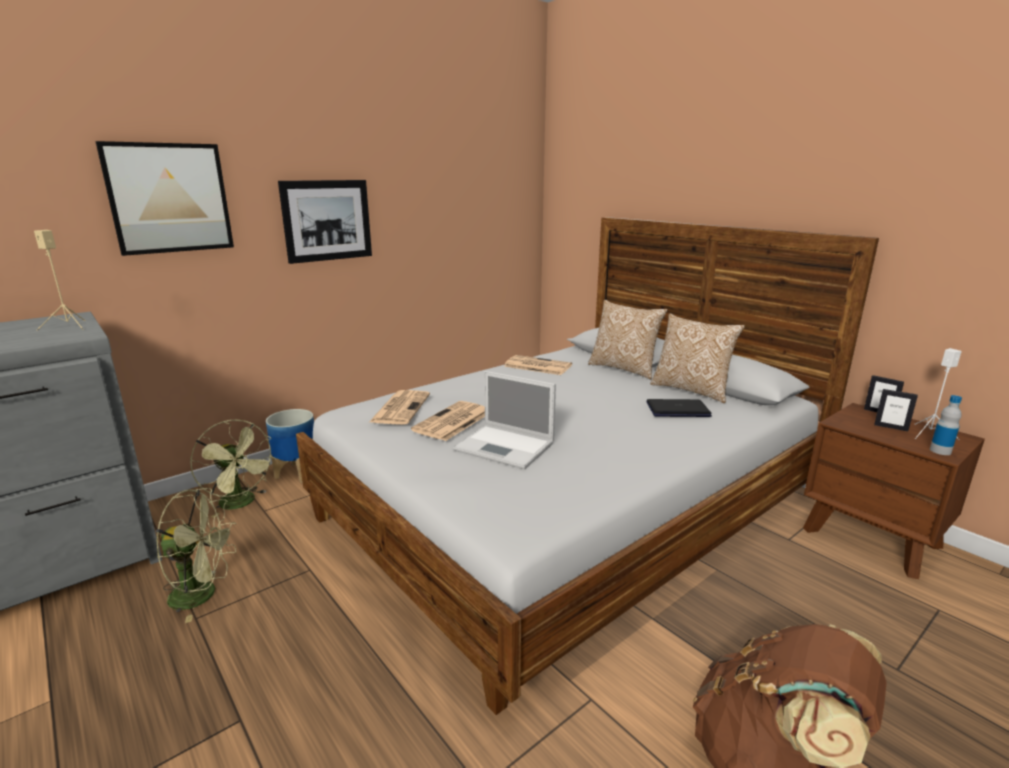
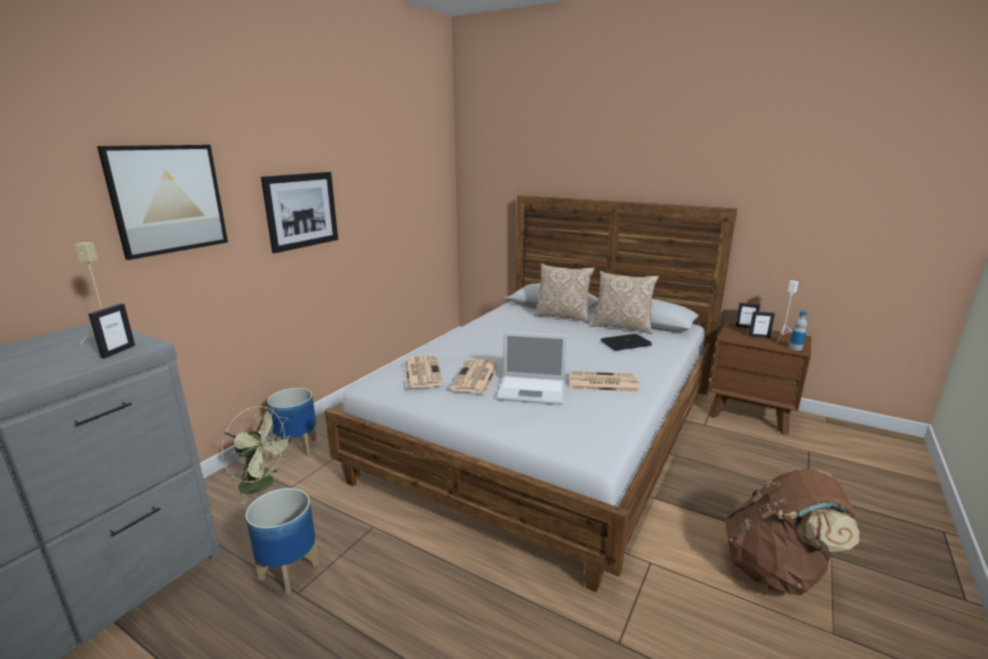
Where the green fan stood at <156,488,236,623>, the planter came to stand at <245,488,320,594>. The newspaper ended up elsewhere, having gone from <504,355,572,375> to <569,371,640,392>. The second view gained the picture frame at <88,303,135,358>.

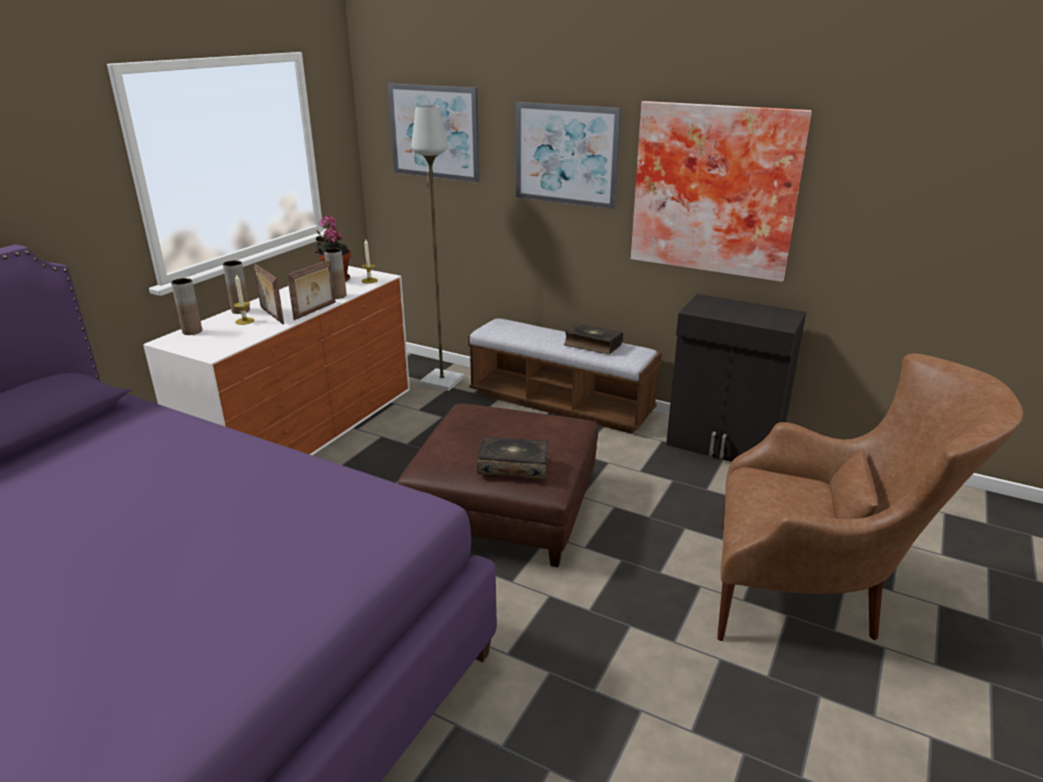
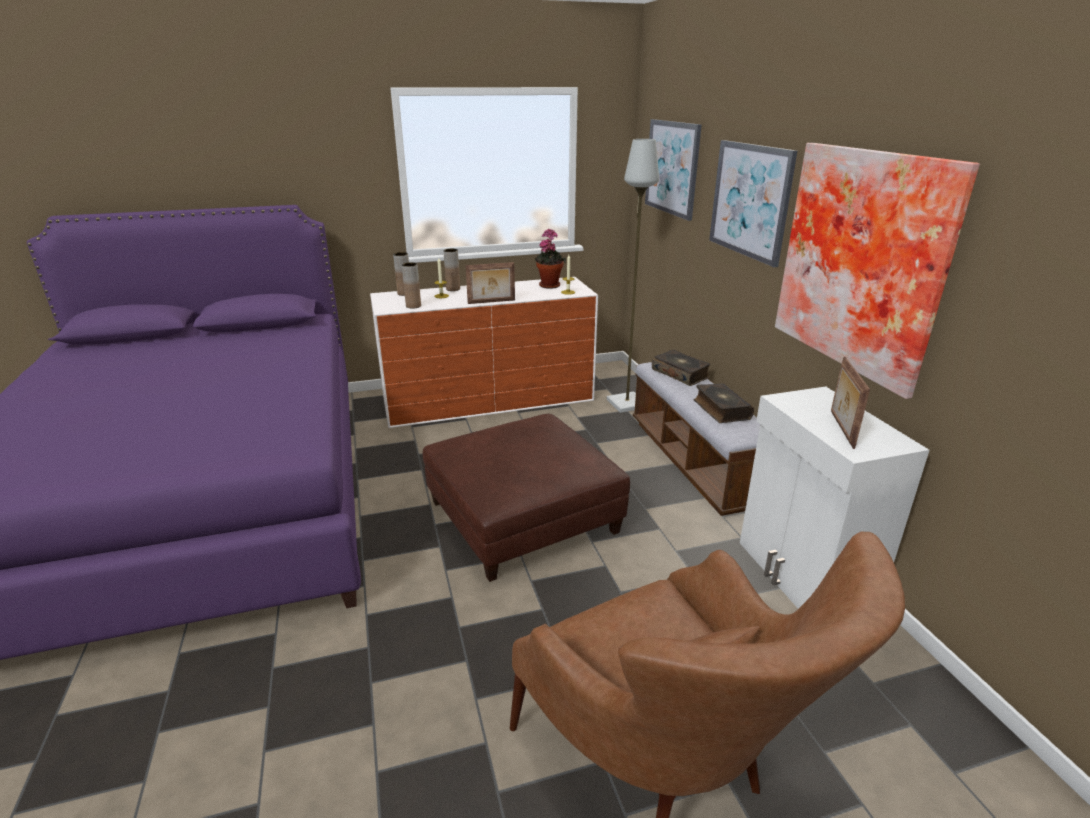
The picture frame ended up elsewhere, having gone from <254,264,284,324> to <831,357,870,449>. The brown vase ended up elsewhere, having gone from <324,248,347,299> to <402,262,421,309>. The book ended up elsewhere, having gone from <477,436,549,479> to <652,350,710,386>. What was the black cabinet at <666,294,806,462> turned into the white cabinet at <740,387,930,609>.

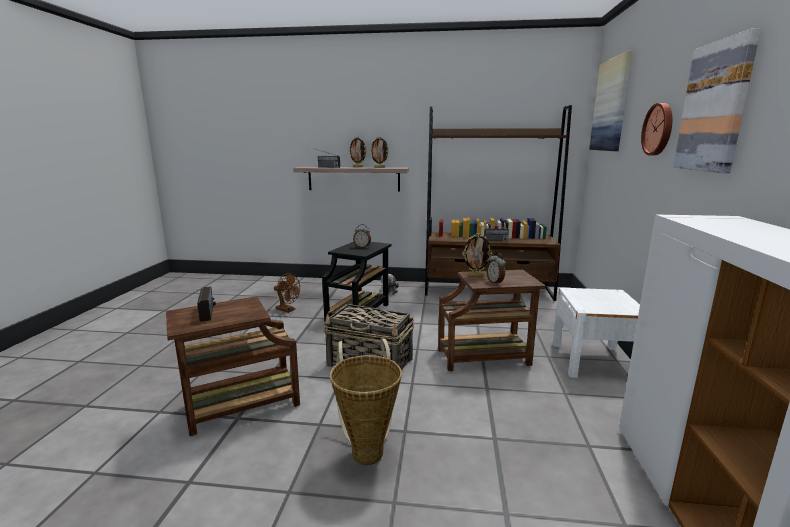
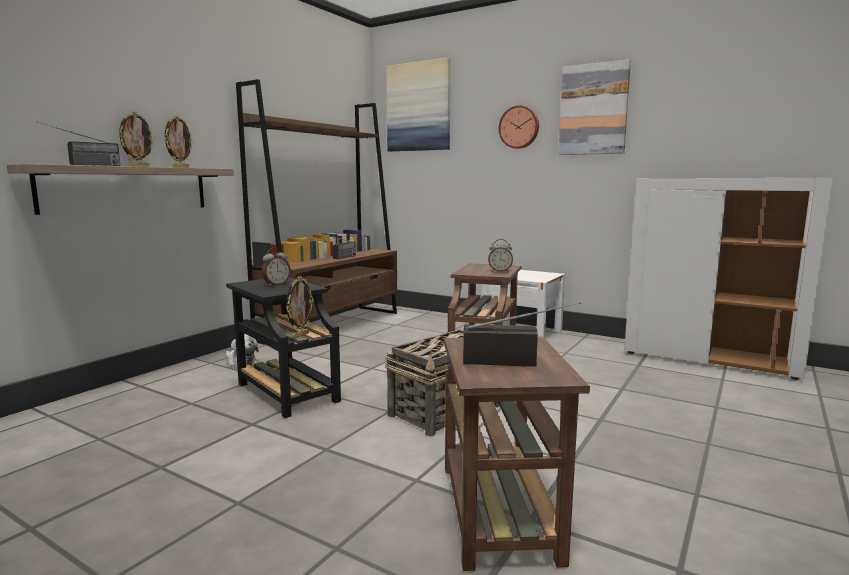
The second view lost the brown fan at <274,273,300,313>. The second view lost the basket at <330,338,402,465>. The picture frame ended up elsewhere, having gone from <463,233,492,277> to <286,276,314,338>.

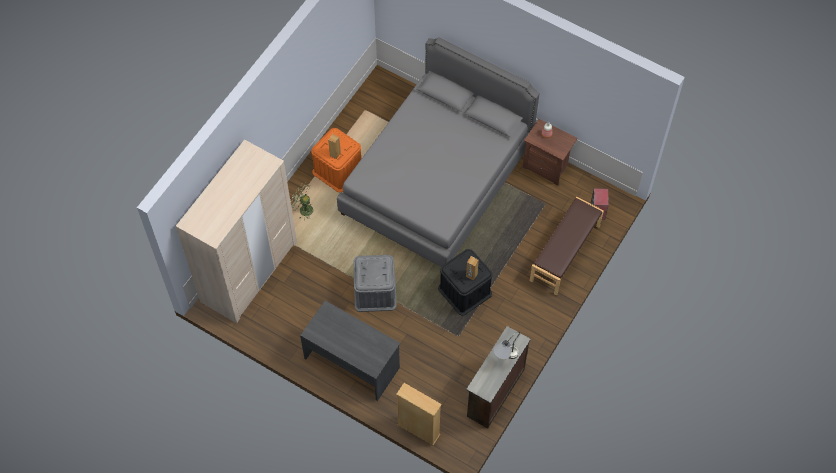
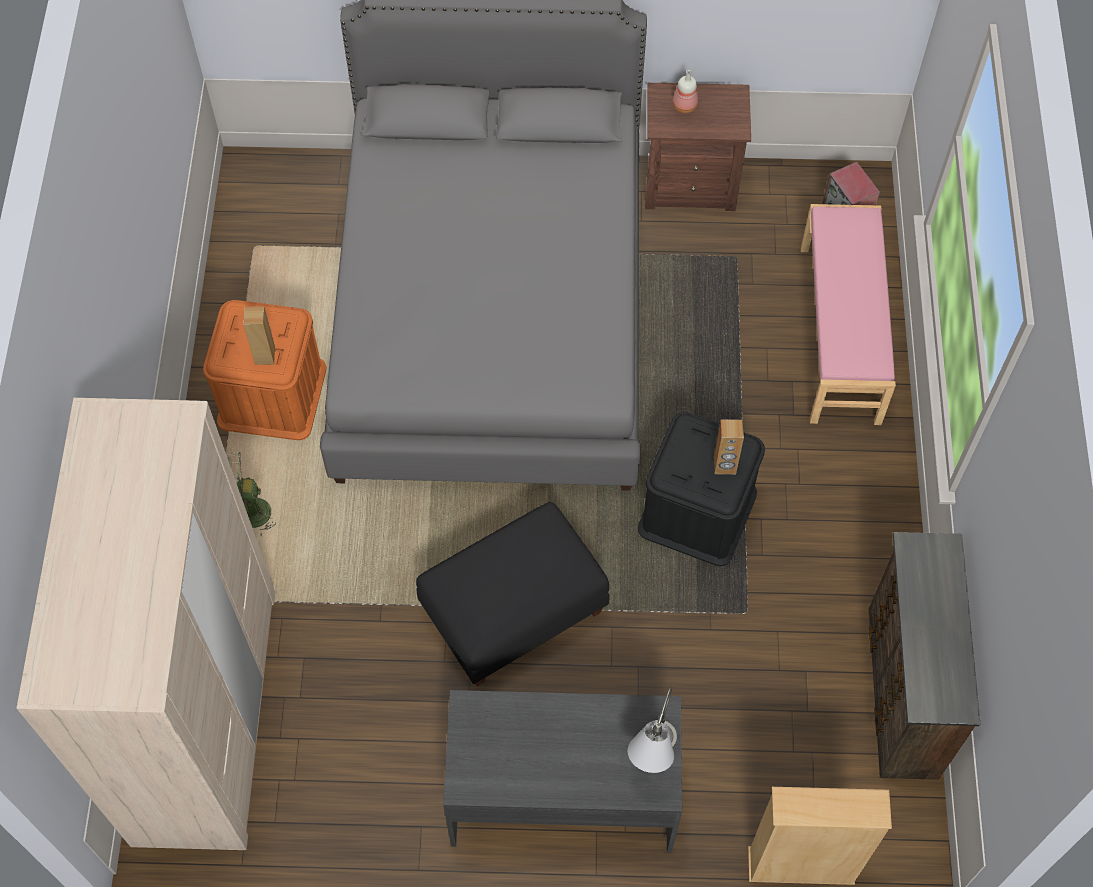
Where the grey storage box stood at <353,255,397,312>, the black ottoman came to stand at <416,502,610,686>. The grey table lamp ended up elsewhere, having gone from <493,331,520,359> to <628,686,677,773>. What was the brown bench at <530,197,604,296> turned into the pink bench at <801,204,896,425>.

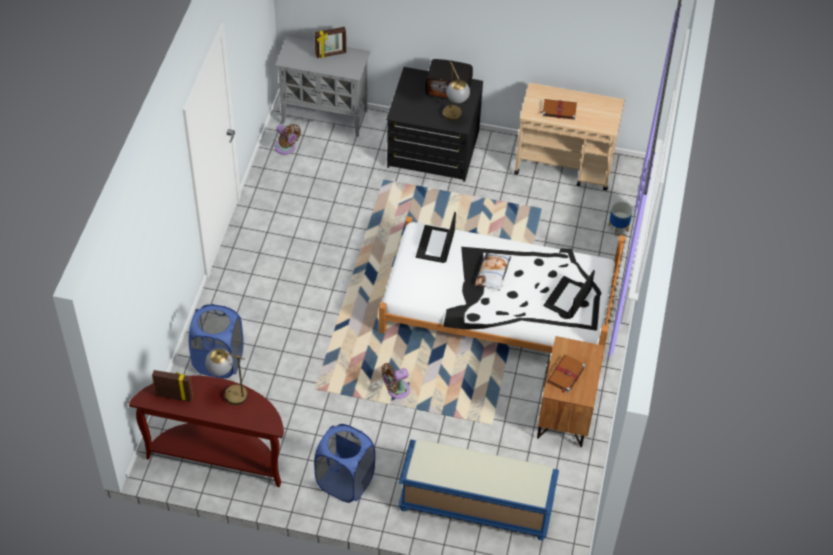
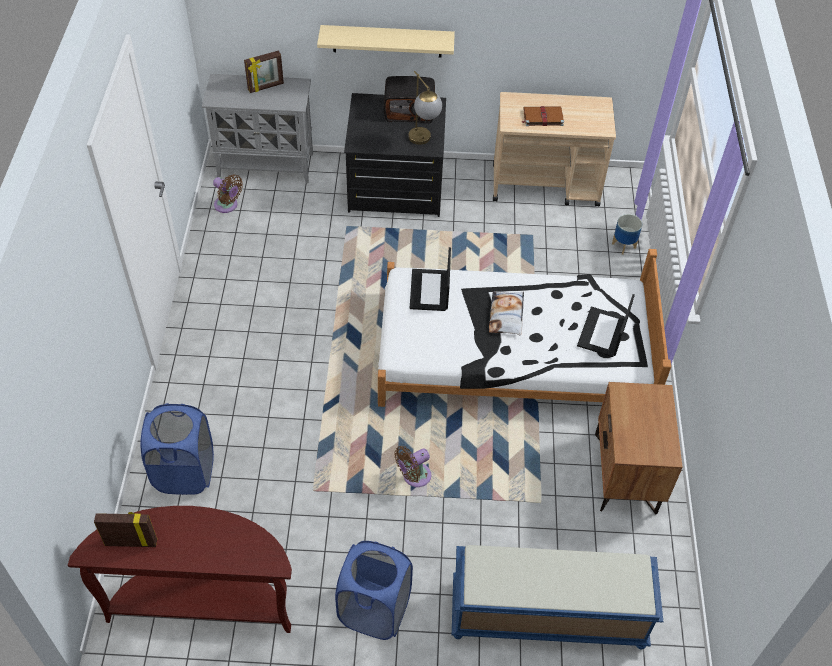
The second view lost the table lamp at <205,348,247,405>. The second view lost the brown book at <547,355,585,393>. The second view gained the beige shelf at <317,25,455,58>.

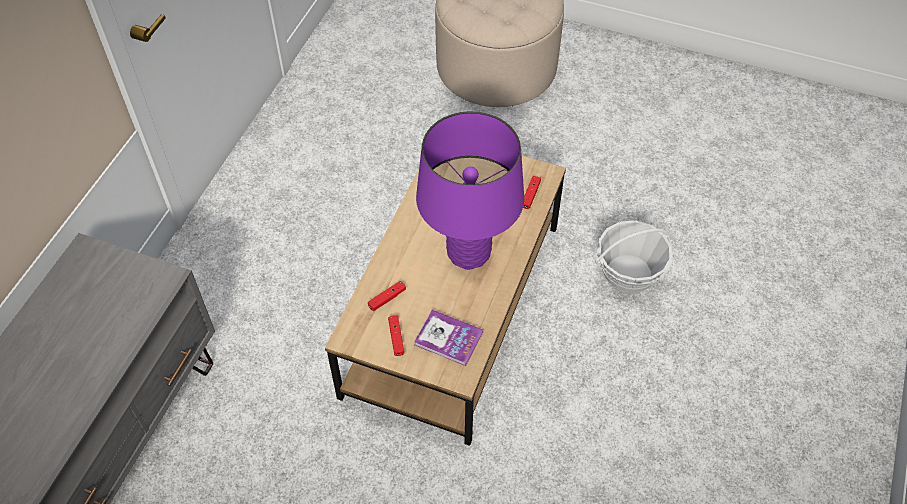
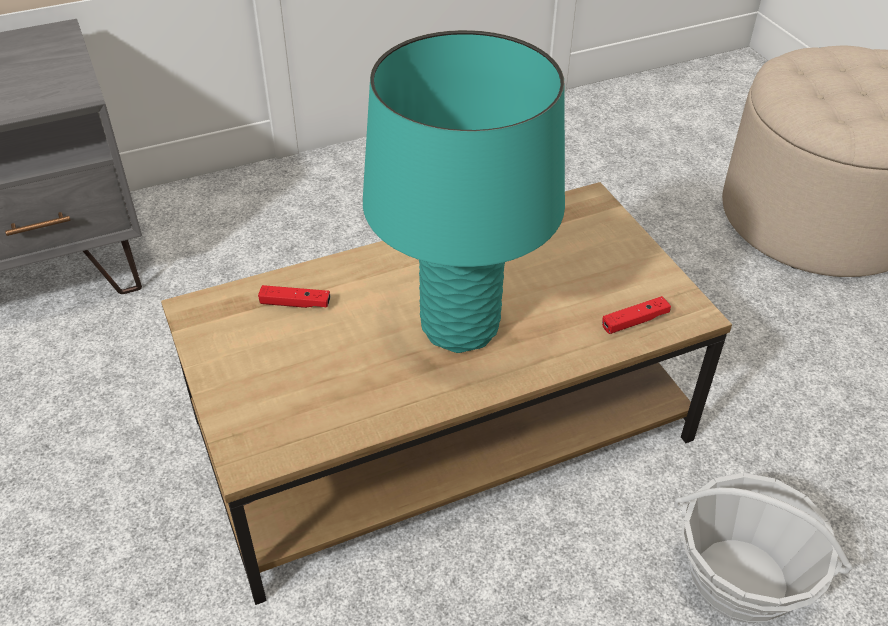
The second view lost the red game controller at <388,315,404,356>. The second view lost the book at <414,310,483,366>. What was the purple table lamp at <416,111,524,270> turned into the turquoise table lamp at <363,30,565,353>.

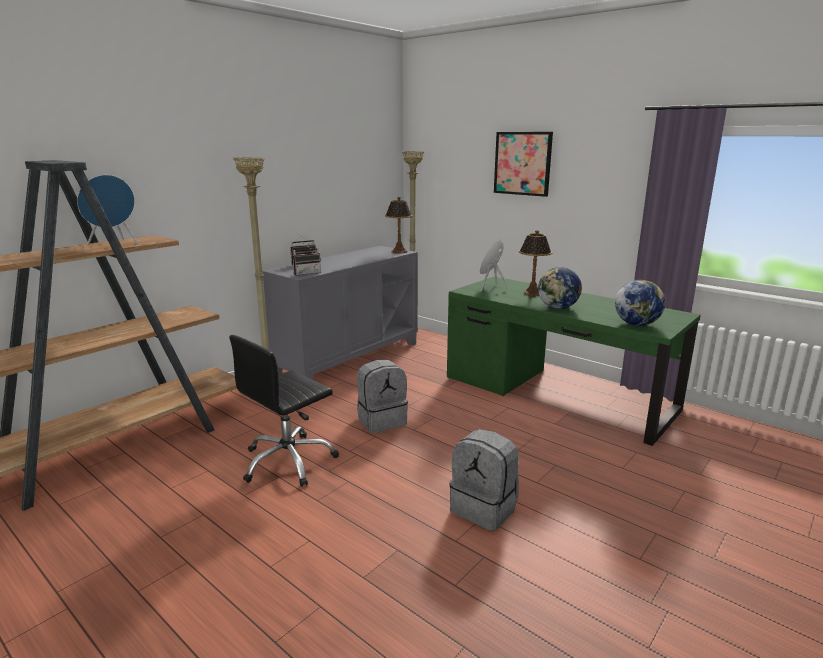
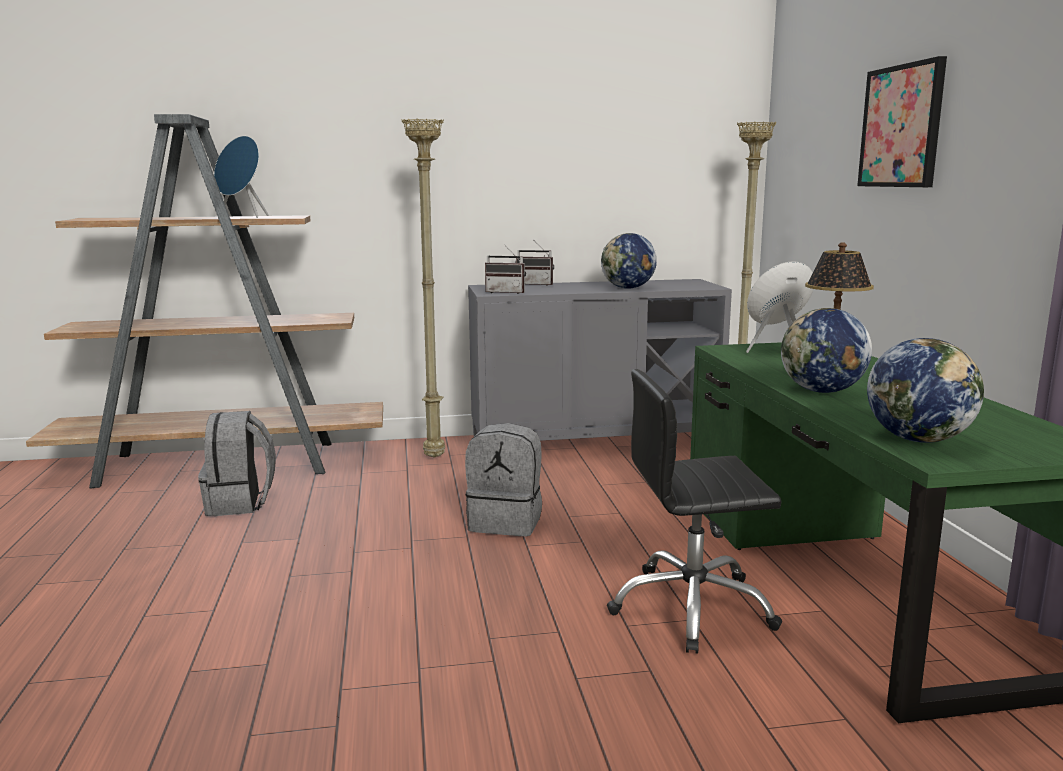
The black office chair ended up elsewhere, having gone from <229,335,339,487> to <607,369,782,654>. The second view lost the table lamp at <385,197,413,253>. The grey backpack ended up elsewhere, having gone from <449,429,519,531> to <198,411,276,516>. The second view gained the globe at <601,233,657,289>.

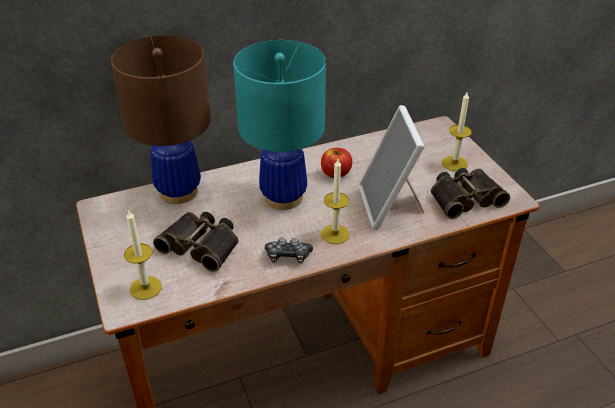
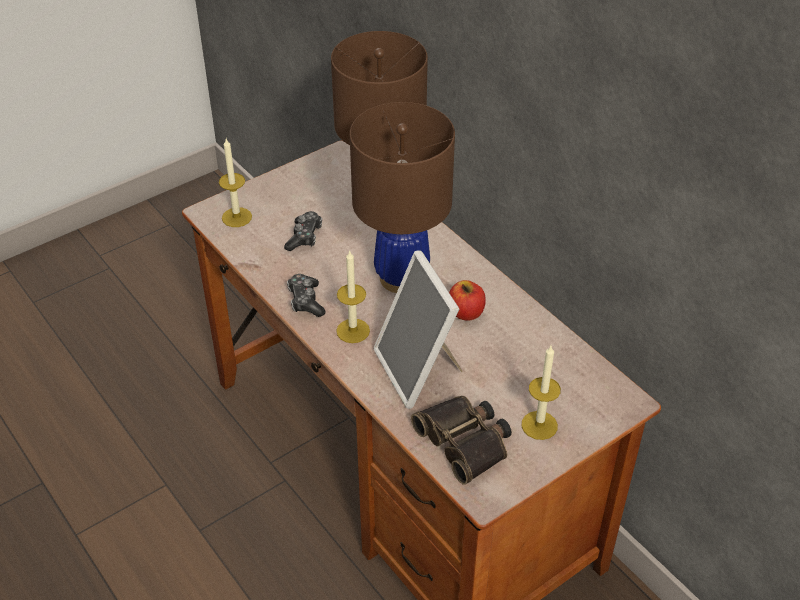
Where the binoculars stood at <153,212,238,272>, the game controller came to stand at <284,211,322,251>. What was the turquoise table lamp at <233,40,326,210> turned into the brown table lamp at <350,102,455,293>. The picture frame at <358,105,425,230> ended up facing another way, 90 degrees counterclockwise from before.

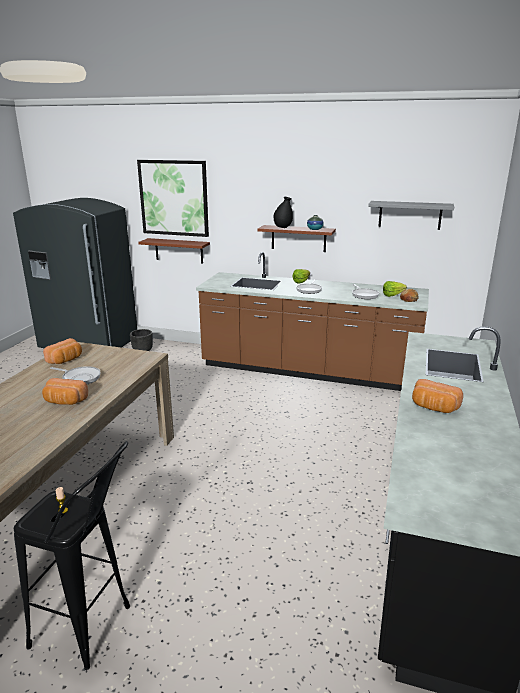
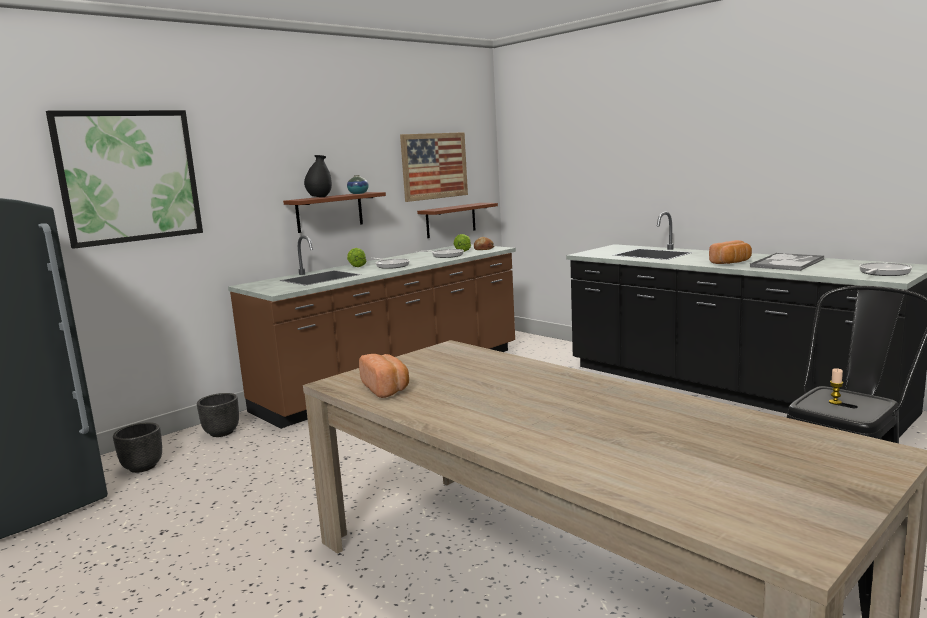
The second view lost the bread at <42,378,88,405>. The frying pan ended up elsewhere, having gone from <50,366,101,384> to <859,262,912,276>. The brown shelf ended up elsewhere, having gone from <138,238,210,263> to <417,203,498,238>. Where the grey shelf hung at <368,201,454,230>, the picture came to hang at <400,132,468,202>. The second view gained the black planter at <197,393,239,437>. The second view gained the tray at <750,253,824,271>.

